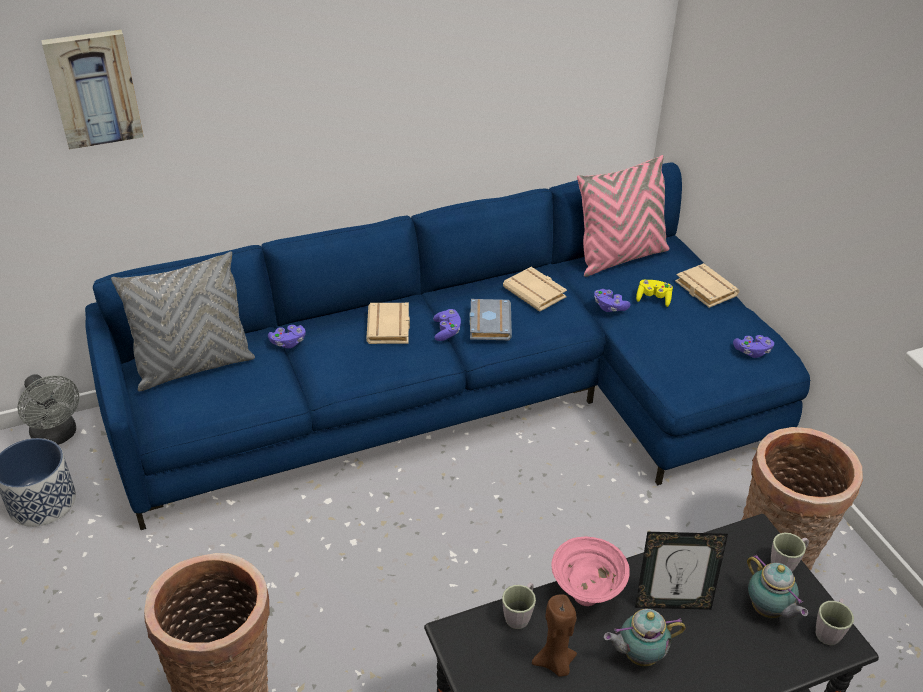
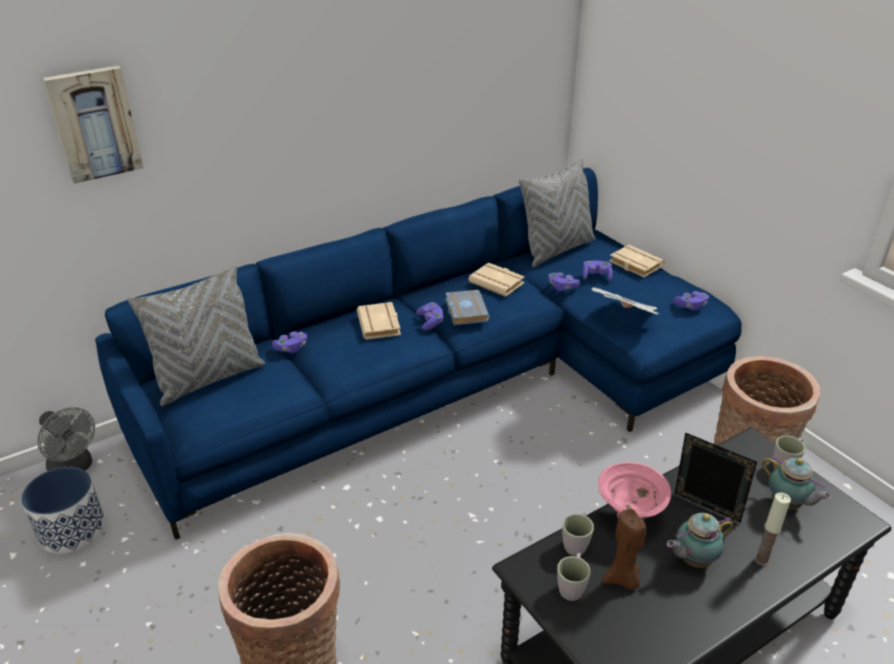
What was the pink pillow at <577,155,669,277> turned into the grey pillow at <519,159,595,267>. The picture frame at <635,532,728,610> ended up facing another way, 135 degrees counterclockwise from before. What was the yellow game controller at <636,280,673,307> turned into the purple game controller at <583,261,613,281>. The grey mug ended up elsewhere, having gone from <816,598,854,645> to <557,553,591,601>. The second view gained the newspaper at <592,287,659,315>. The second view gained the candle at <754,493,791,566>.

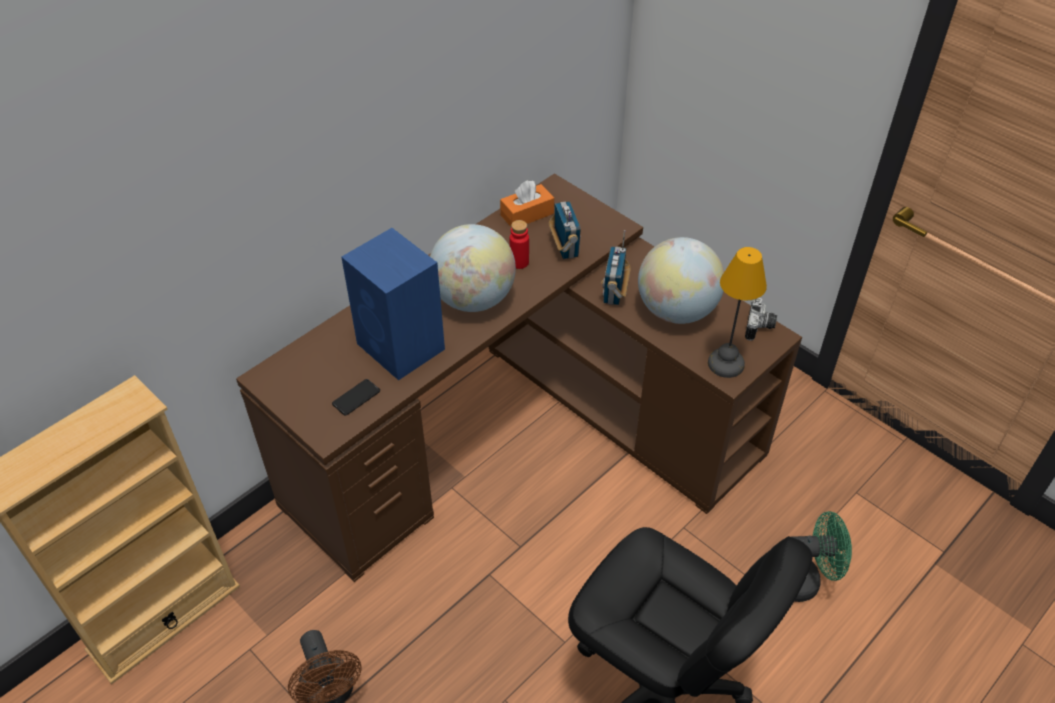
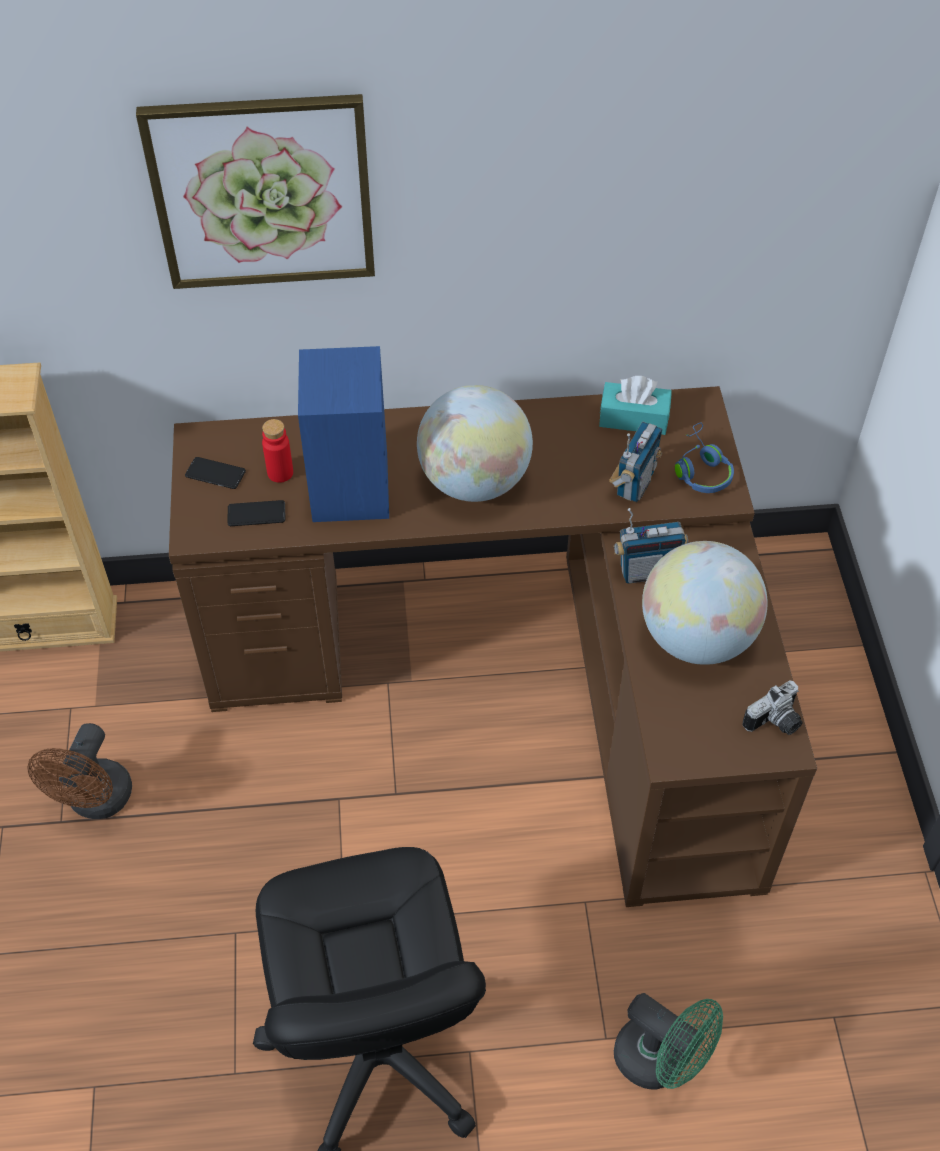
What was the orange tissue box at <500,180,554,228> turned into the turquoise tissue box at <599,376,672,435>. The red bottle ended up elsewhere, having gone from <510,220,529,269> to <262,419,293,483>. The radio at <601,230,631,305> ended up facing another way, 150 degrees counterclockwise from before. The second view lost the table lamp at <708,247,767,378>. The second view gained the picture at <136,94,375,289>. The second view gained the phone at <185,457,246,489>. The second view gained the blue headphones at <675,422,734,493>.

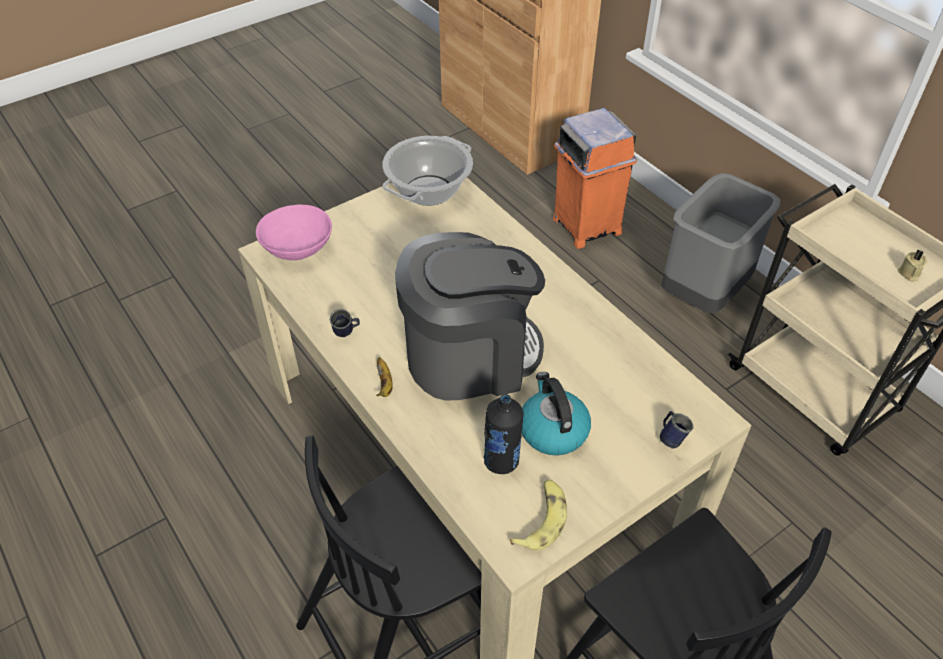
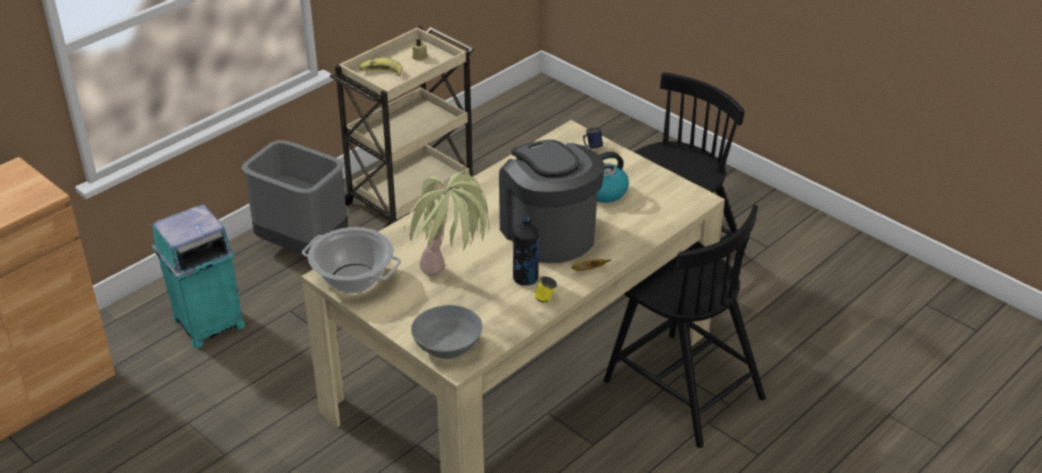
What was the pink bowl at <256,204,332,260> turned into the grey bowl at <411,305,482,359>. What was the blue mug at <330,309,360,337> turned into the yellow mug at <534,276,557,303>. The black bottle ended up elsewhere, having gone from <483,394,523,474> to <513,217,539,286>. The banana ended up elsewhere, having gone from <510,480,567,551> to <359,58,403,76>. What was the orange trash can at <553,108,637,249> turned into the turquoise trash can at <152,205,245,348>. The second view gained the potted plant at <404,172,489,276>.

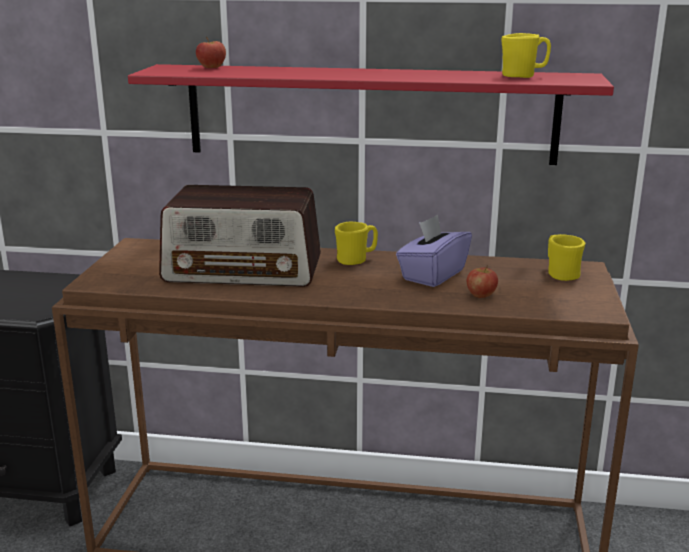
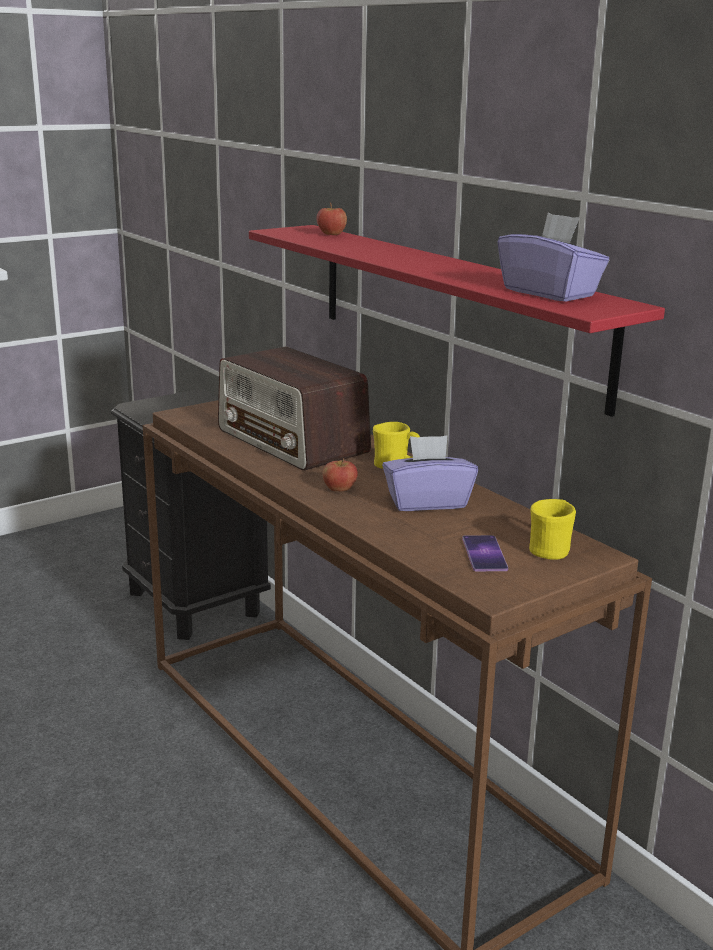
The apple ended up elsewhere, having gone from <467,265,498,298> to <323,458,358,492>. Where the yellow mug stood at <502,33,551,78>, the purple tissue box came to stand at <498,213,609,302>. The second view gained the phone at <462,535,508,571>.

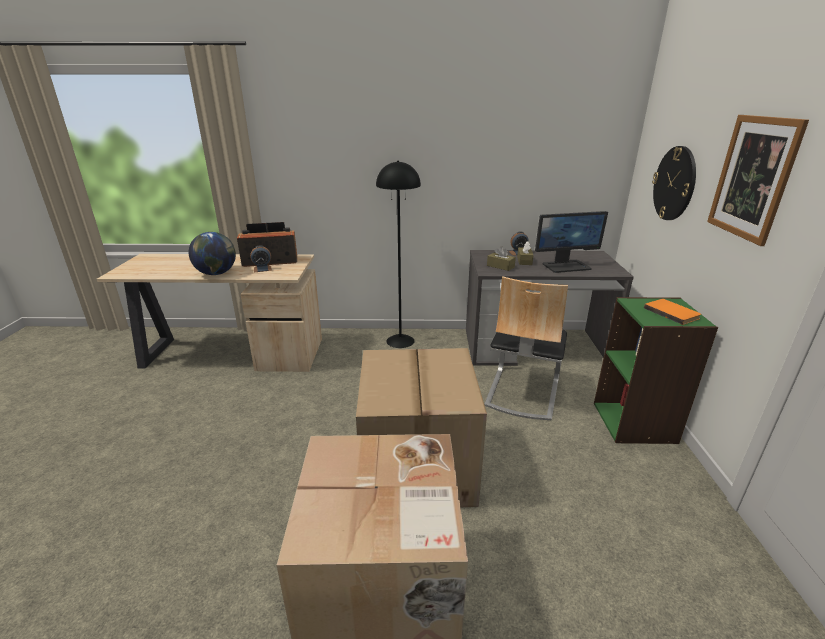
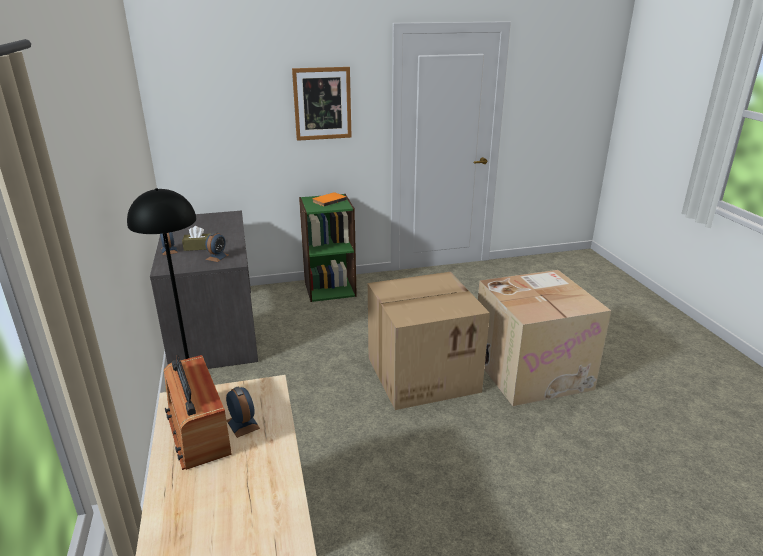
The second view lost the globe at <189,232,236,275>. The second view lost the chair at <484,276,568,420>. Where the brown tissue box stood at <487,246,516,271>, the alarm clock came to stand at <205,232,228,262>. The second view lost the monitor at <535,211,608,273>. The second view lost the wall clock at <652,146,696,220>.

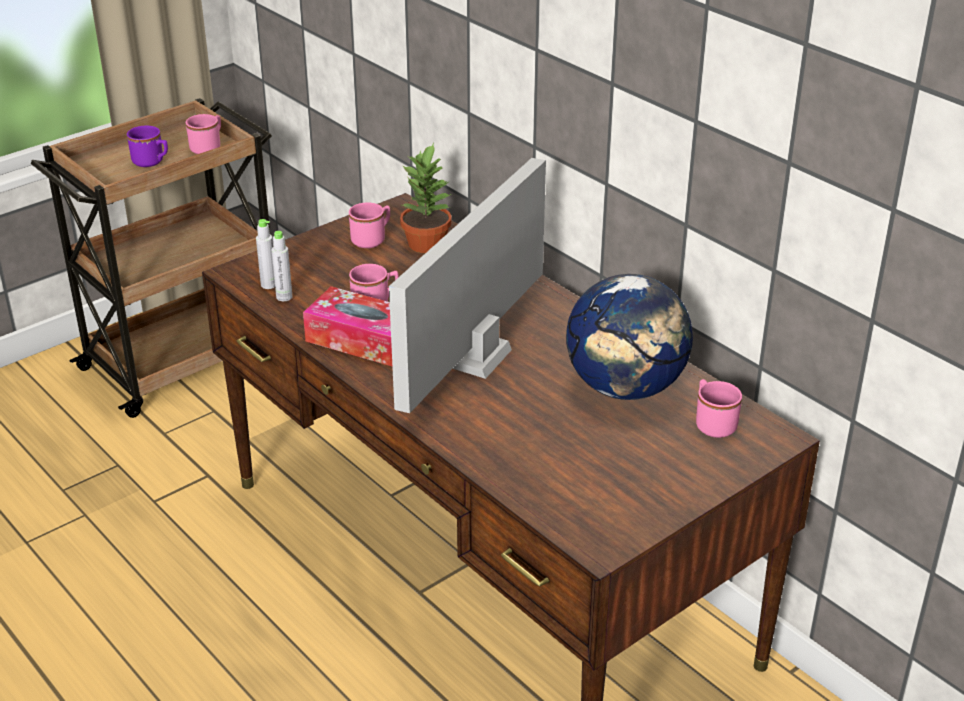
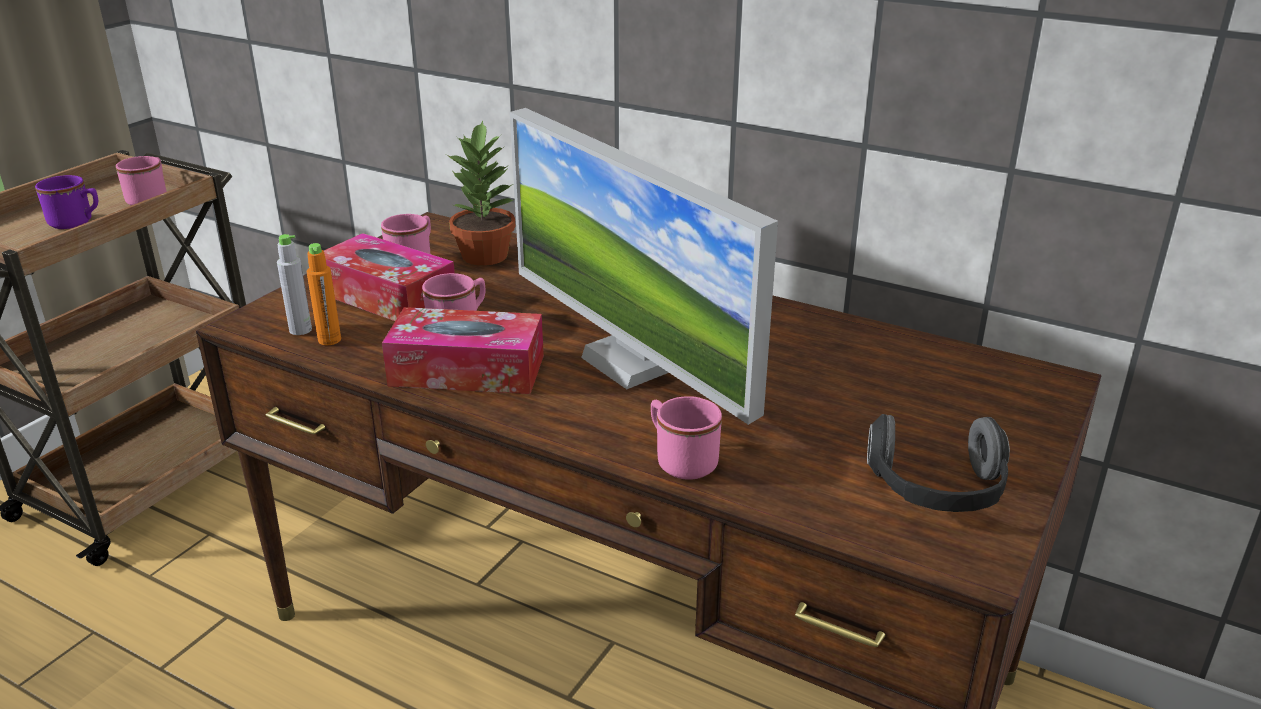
What was the grey bottle at <272,231,293,301> turned into the orange bottle at <307,243,341,345>. The monitor at <389,158,546,413> ended up facing another way, 45 degrees counterclockwise from before. The second view lost the globe at <566,274,693,400>. The pink mug ended up elsewhere, having gone from <696,379,742,438> to <651,396,722,479>. The second view gained the tissue box at <324,233,455,321>. The second view gained the headphones at <867,414,1010,512>.

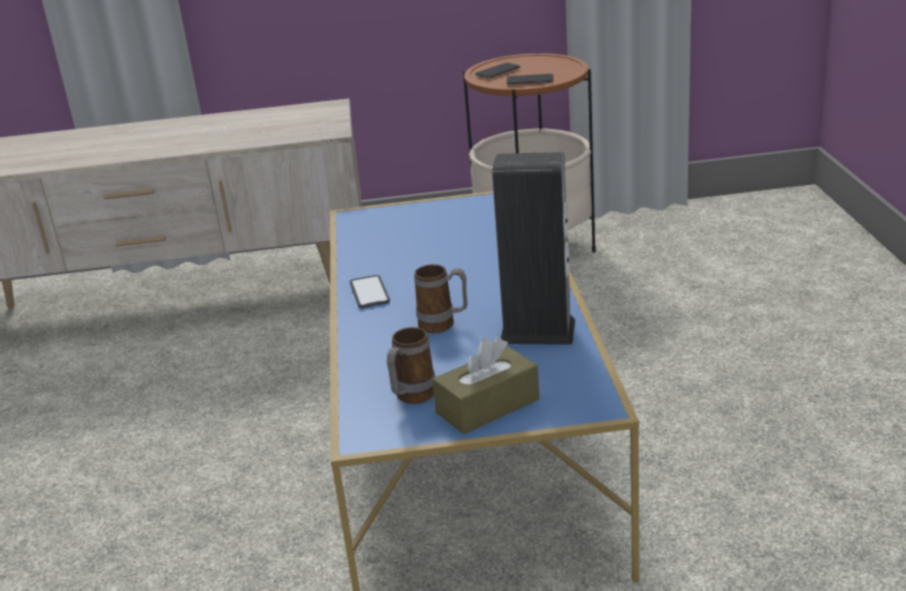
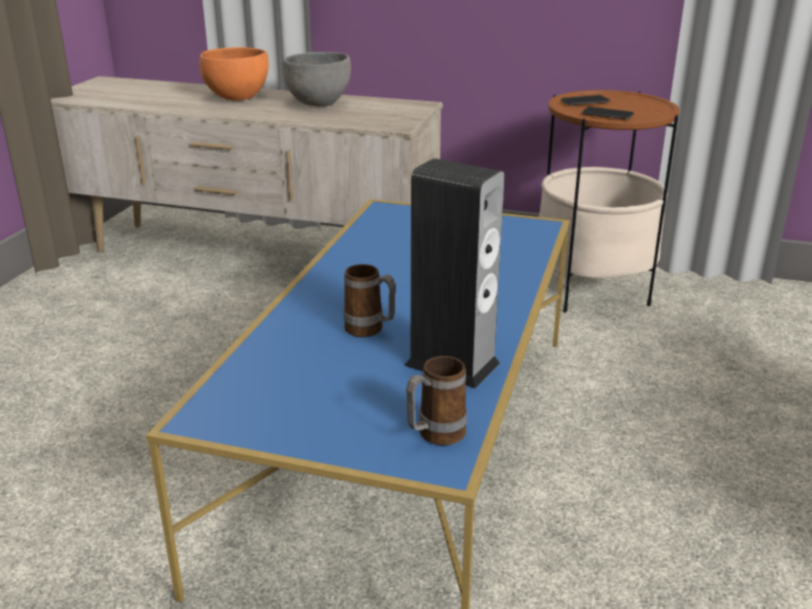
The second view lost the phone at <350,275,390,308>. The mug ended up elsewhere, having gone from <387,327,435,404> to <406,356,467,446>. The second view lost the brown tissue box at <432,337,540,434>. The second view gained the orange bowl at <199,47,269,101>. The second view gained the grey bowl at <282,52,351,106>.

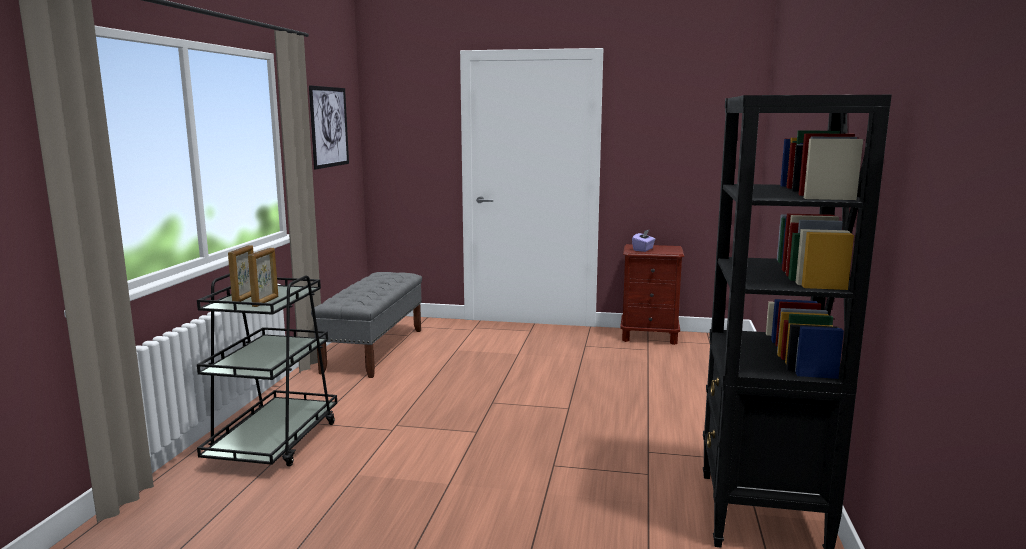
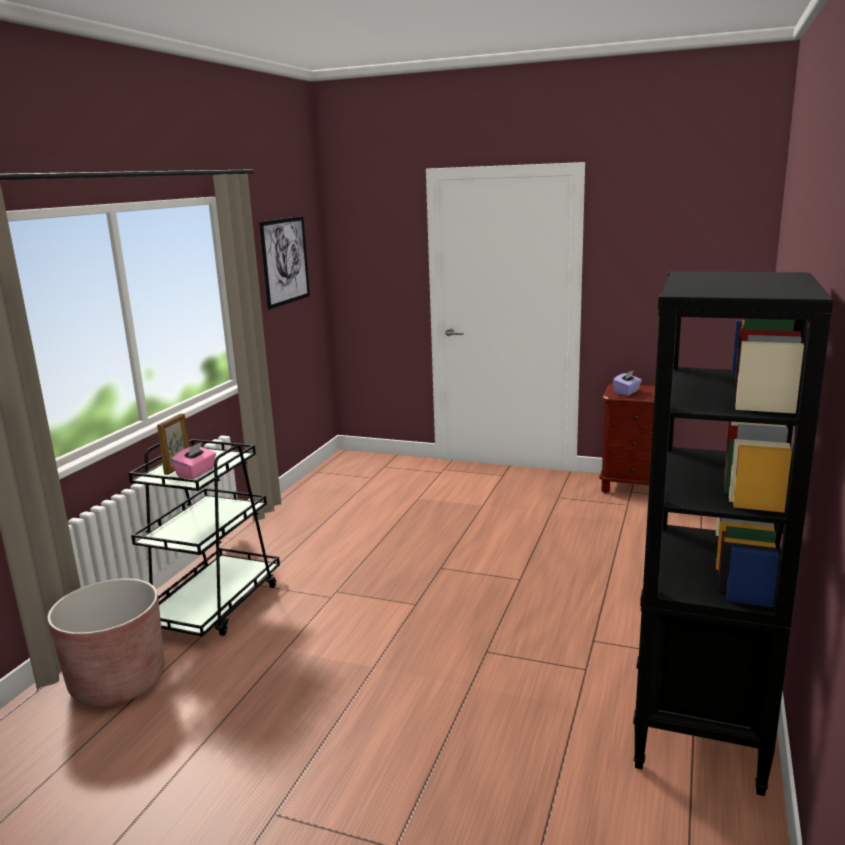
Where the picture frame stood at <248,248,278,307>, the pink tissue box came to stand at <171,442,216,479>. The second view lost the grey bench at <311,272,422,378>. The second view gained the brown planter at <47,578,165,707>.

